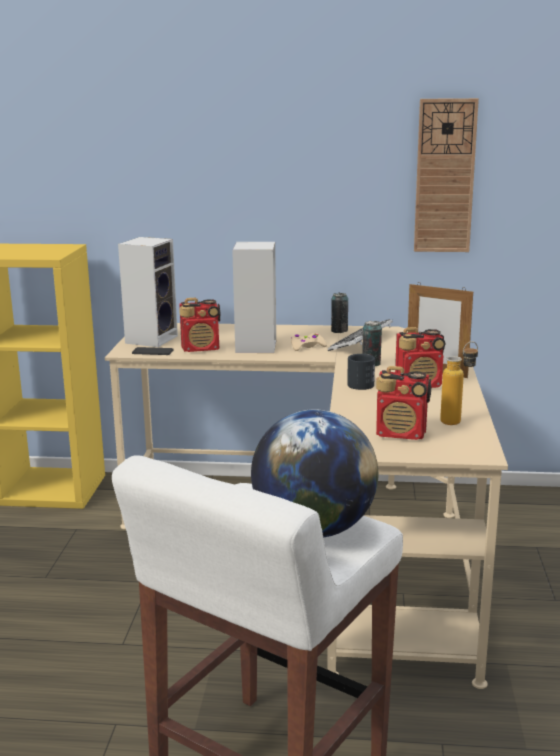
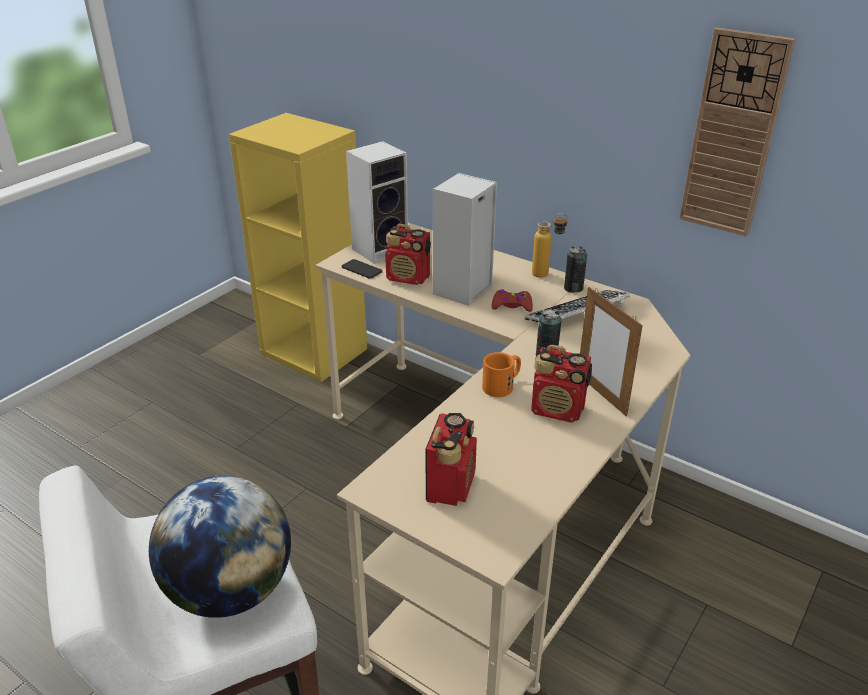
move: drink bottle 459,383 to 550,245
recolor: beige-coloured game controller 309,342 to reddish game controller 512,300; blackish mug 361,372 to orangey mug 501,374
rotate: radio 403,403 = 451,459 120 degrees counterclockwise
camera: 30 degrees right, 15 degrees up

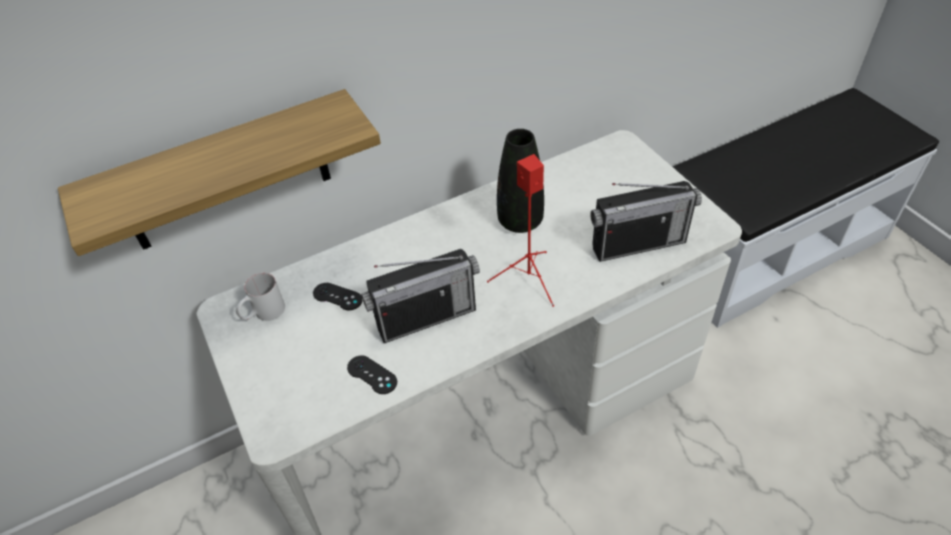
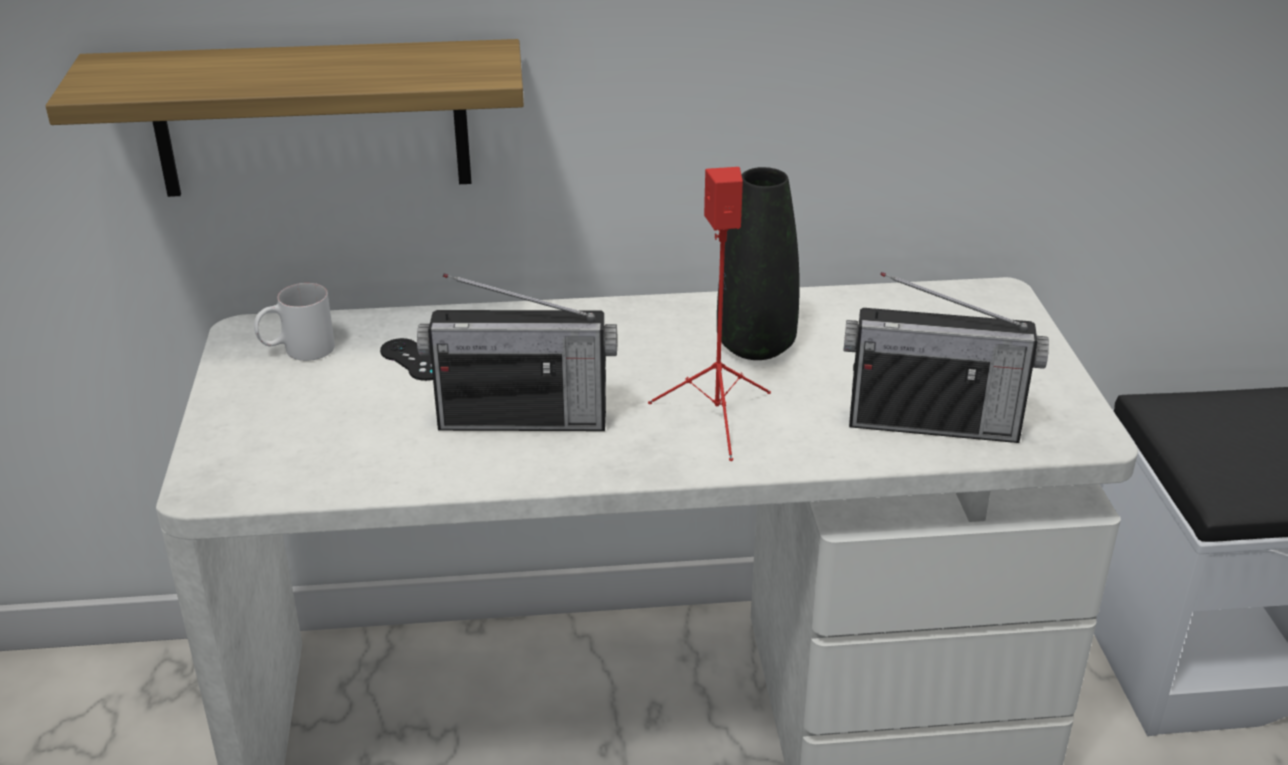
delete: blackish game controller 372,375
camera: 20 degrees right, 15 degrees down

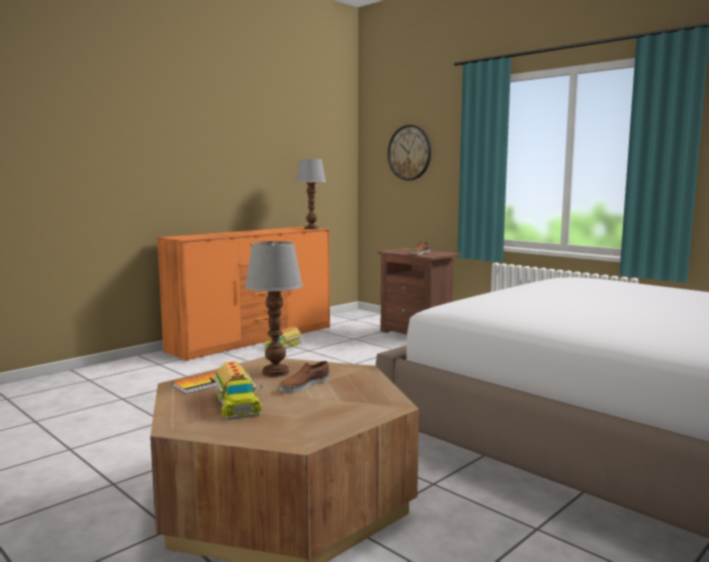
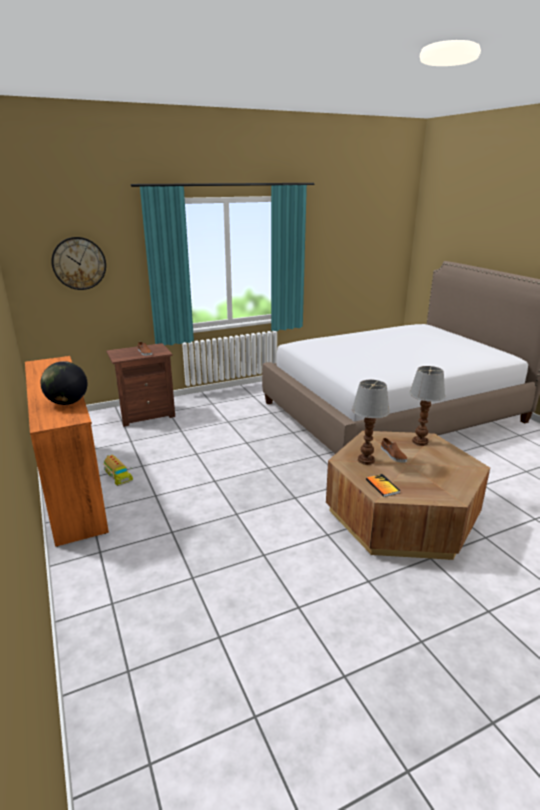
delete: model truck 238,390
insert: world globe 64,383
move: table lamp 311,194 to 427,406
camera: 70 degrees left, 15 degrees up

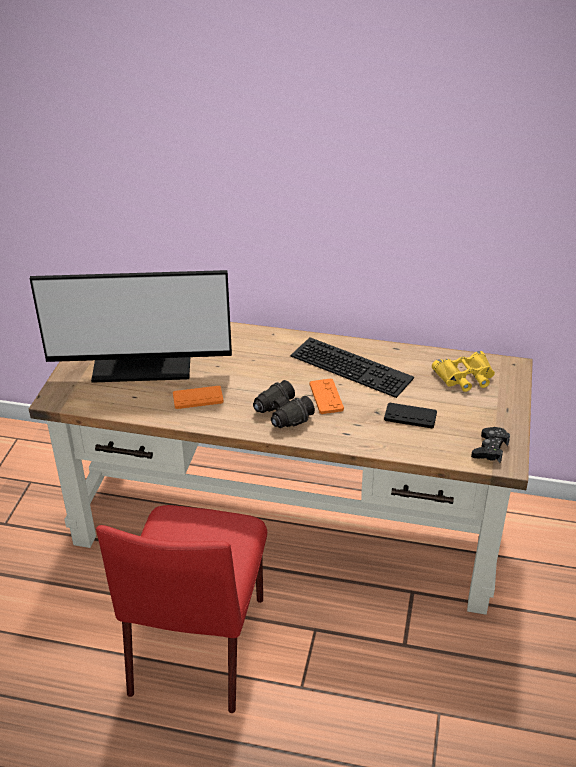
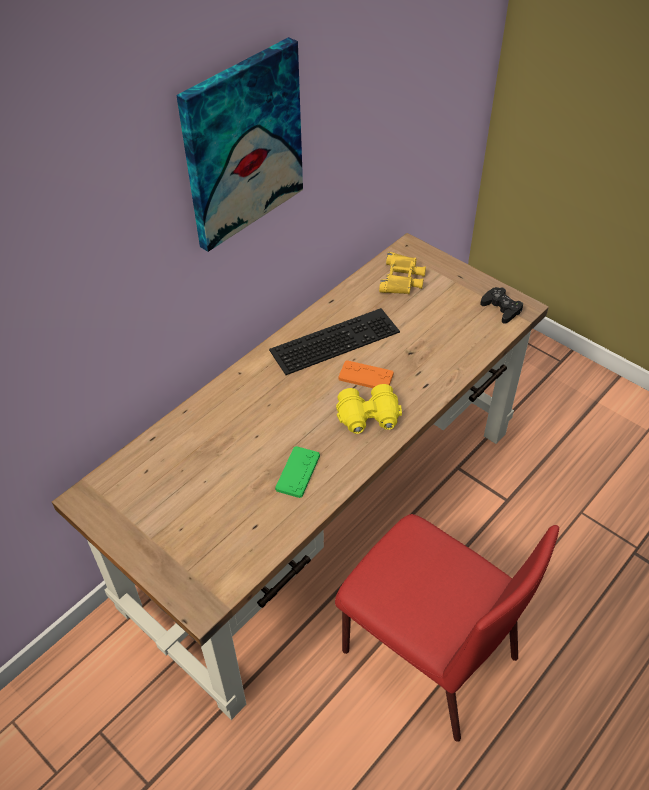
delete: computer screen 131,326; blackish game controller 410,415
insert: wall art 239,144
recolor: orangey game controller 198,397 to green game controller 297,472; blackish field glasses 284,404 to yellow field glasses 369,409
camera: 60 degrees left, 10 degrees up

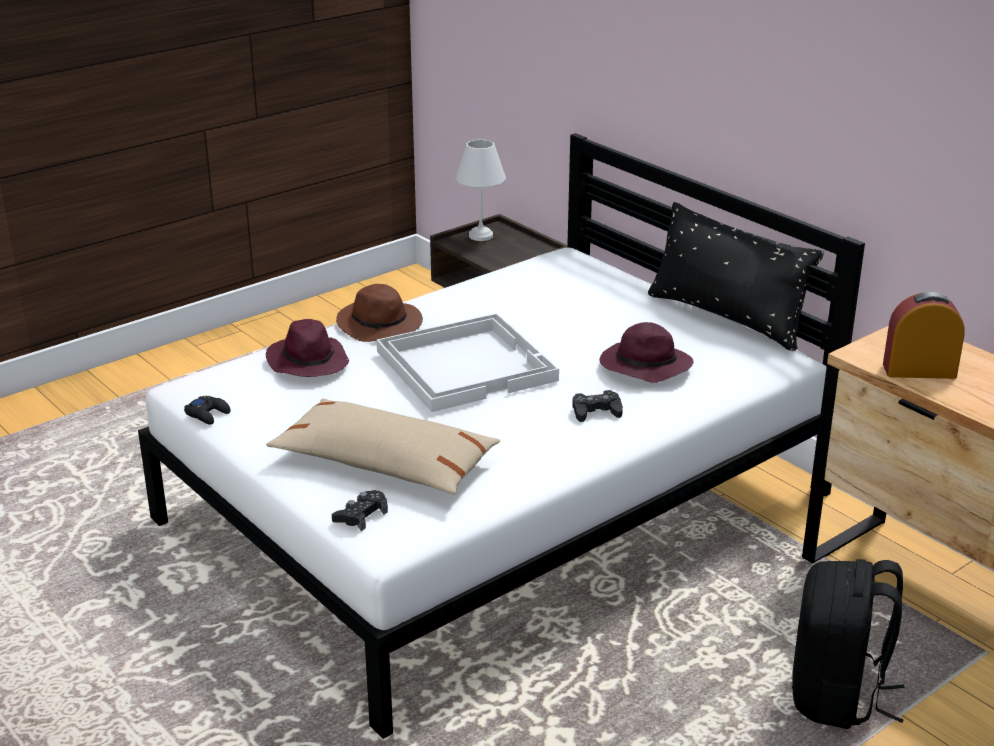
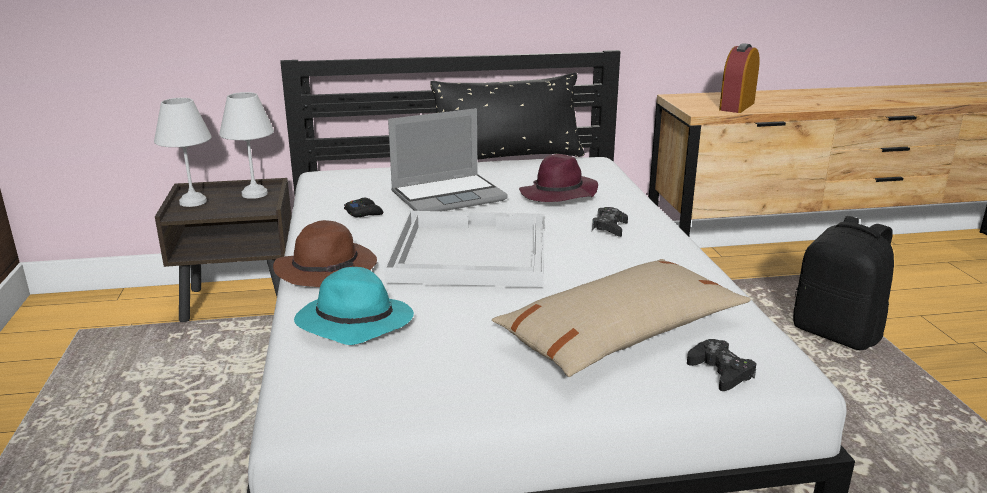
insert: whitish table lamp 246,145; laptop 448,159
move: blackish game controller 207,410 to 363,207
recolor: purplish hat 307,348 to blue-green hat 354,306
camera: 60 degrees left, 5 degrees down

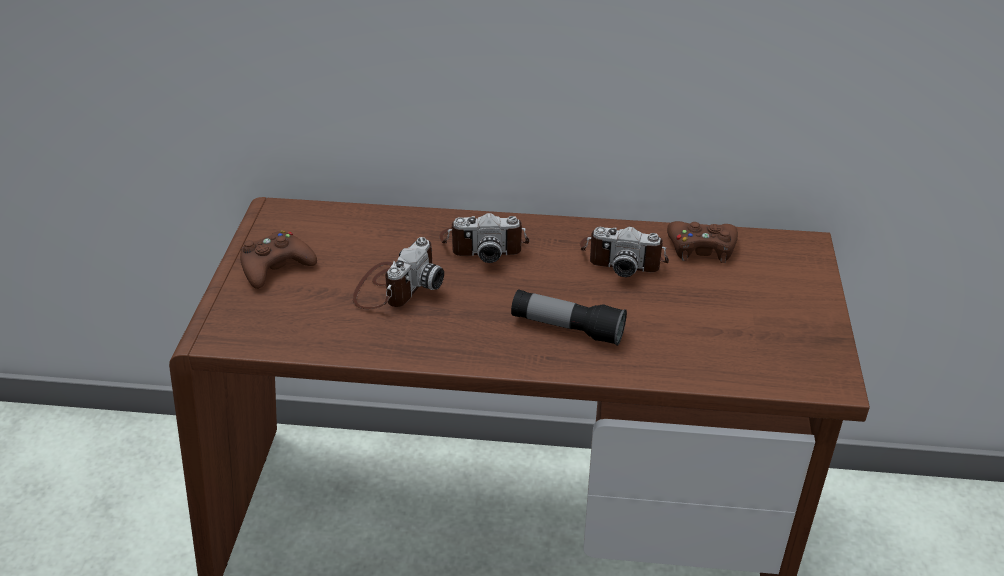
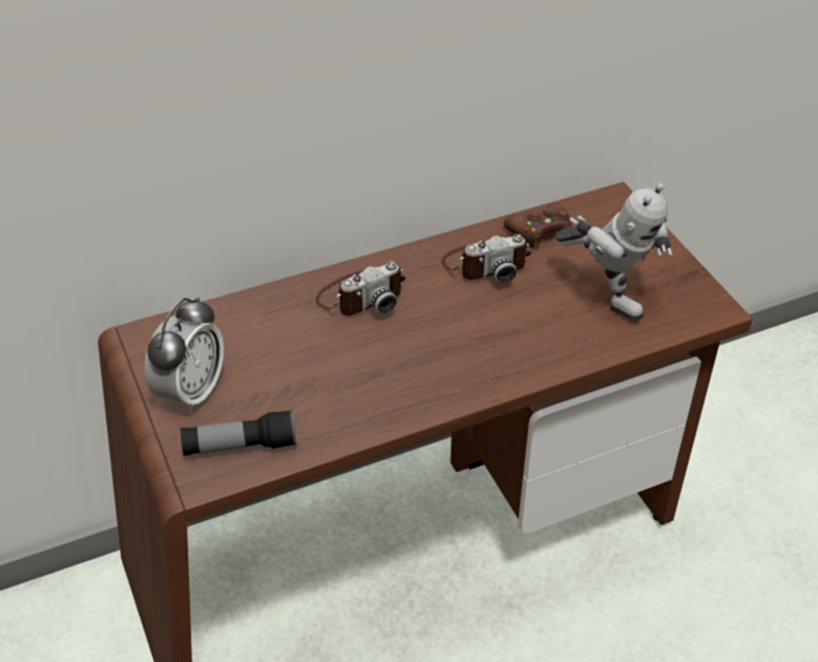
delete: photo camera 398,273
insert: model robot 614,252
move: torch 569,317 to 238,432
replace: brownish game controller 278,259 to alarm clock 184,355
camera: 30 degrees left, 5 degrees up

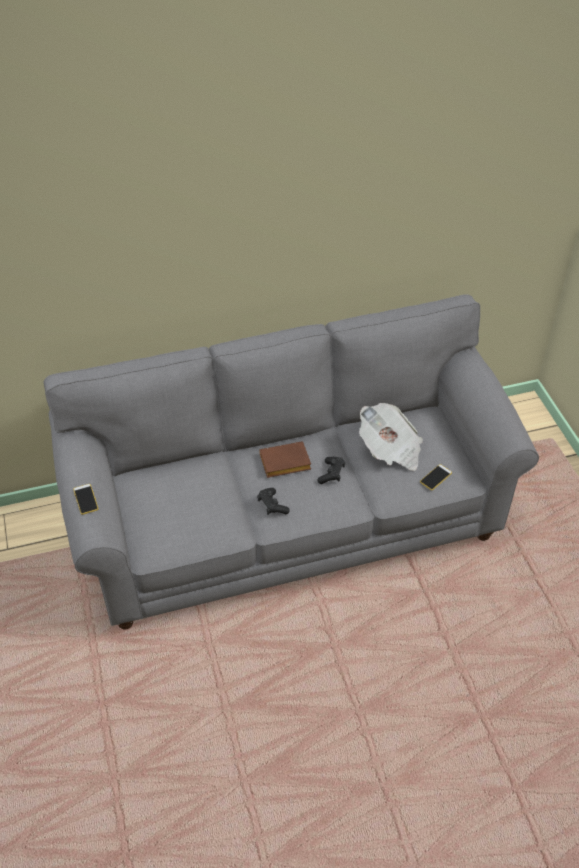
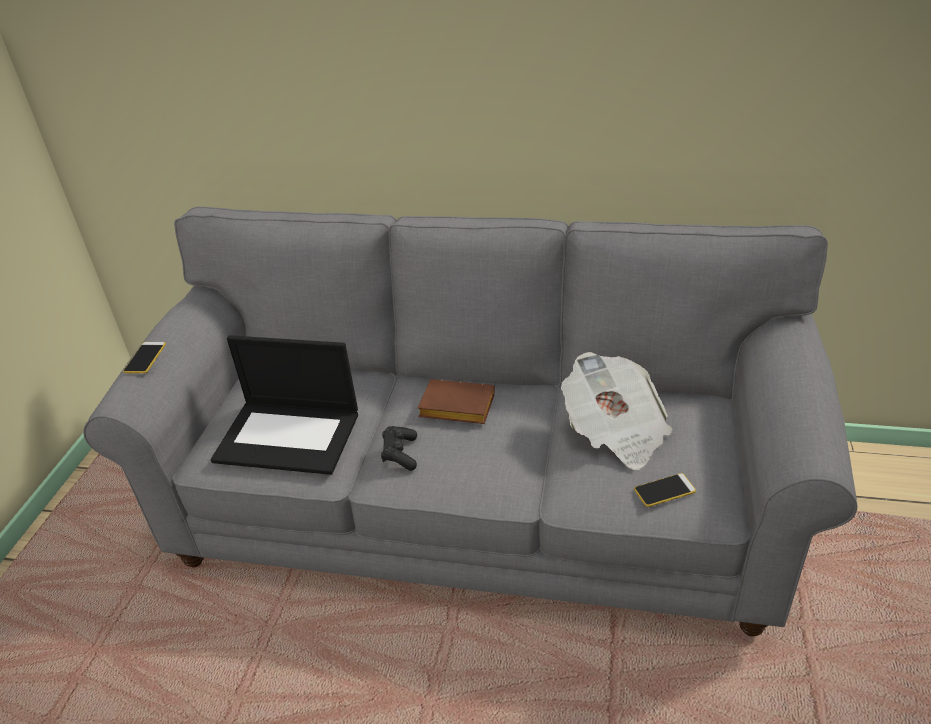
delete: blackish game controller 331,470
insert: laptop 284,405
camera: 30 degrees right, 10 degrees down

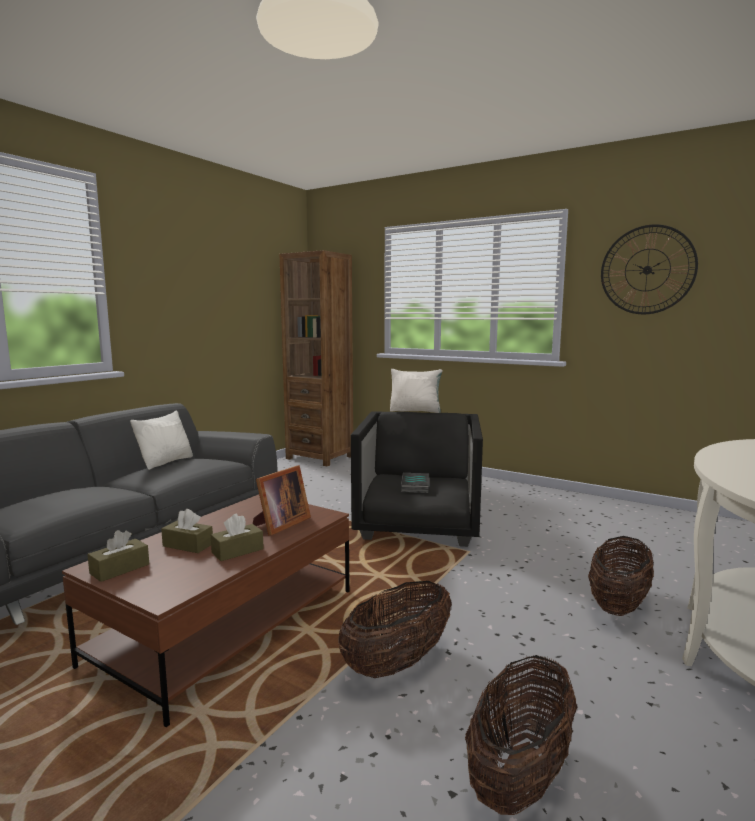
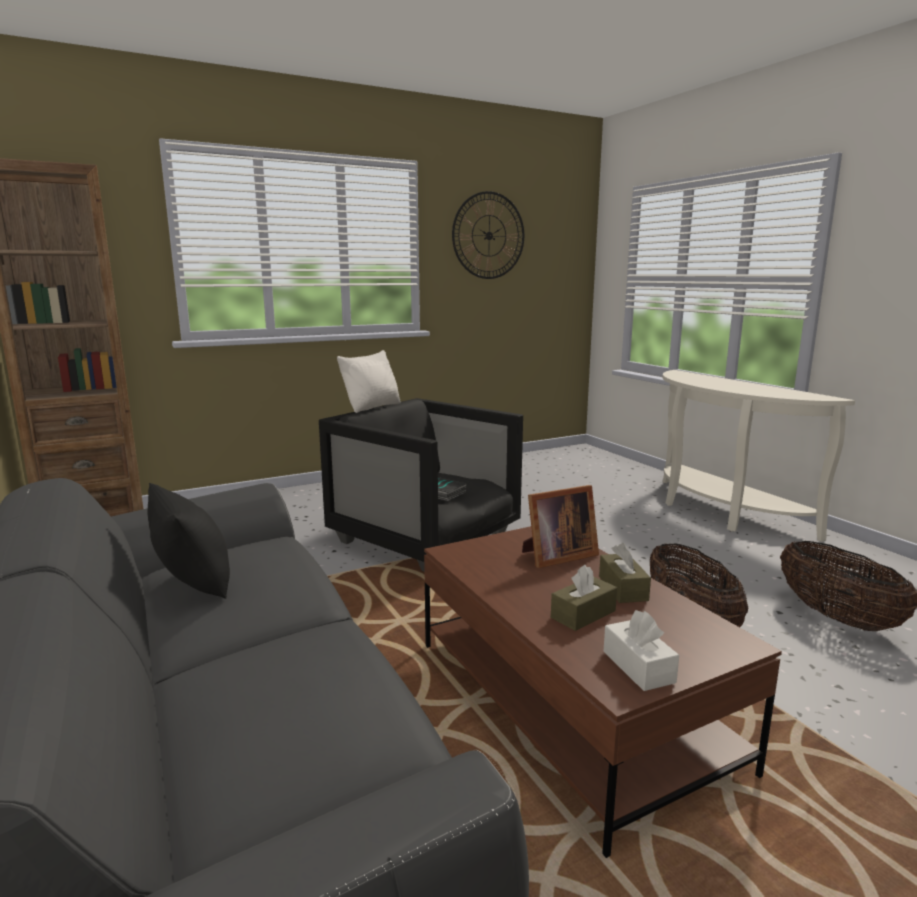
delete: storage basket 621,576
recolor: brownish tissue box 118,556 to whitish tissue box 641,650; whitish pillow 161,440 to blackish pillow 188,541
rotate: standing frame 281,500 = 560,526 90 degrees clockwise
camera: 60 degrees left, 5 degrees up

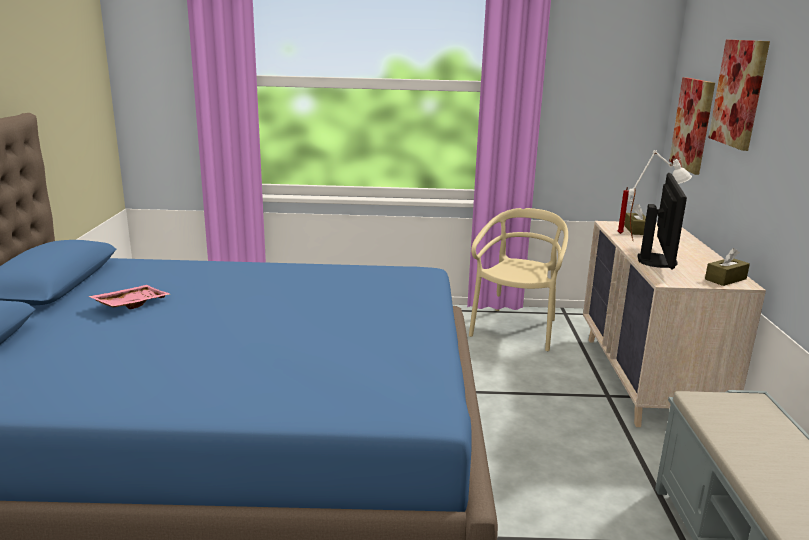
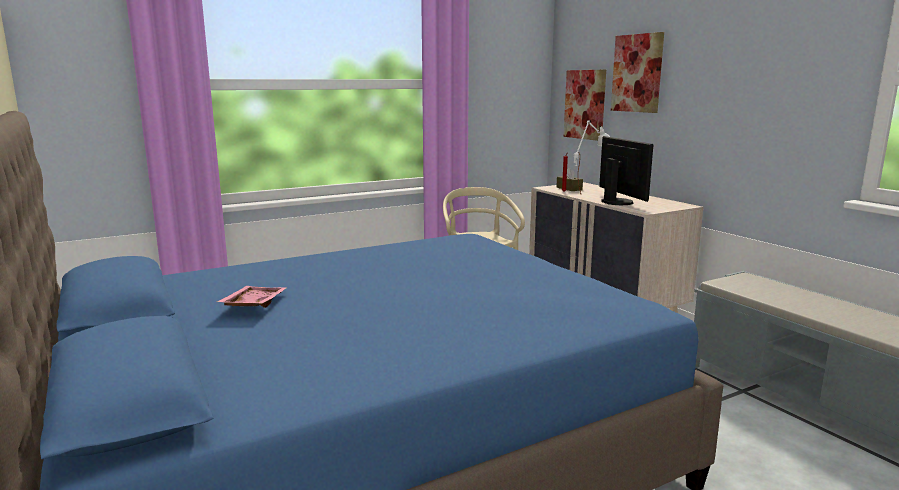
delete: brownish tissue box 727,267
camera: 30 degrees left, 5 degrees down

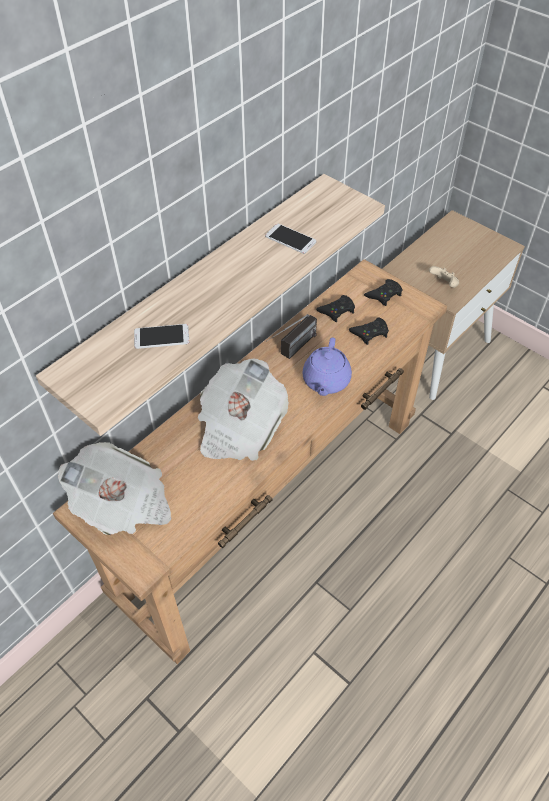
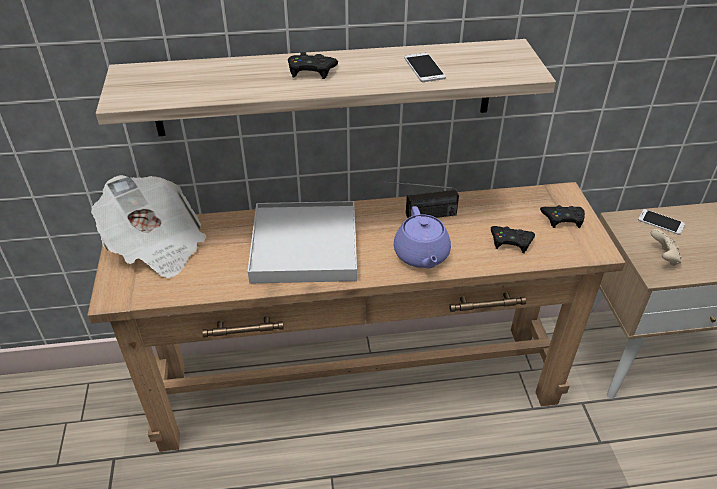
move: phone 161,336 to 661,222; blackish game controller 335,308 to 313,65
replace: newspaper 243,409 to whitish carrying tray 302,242
rotate: purplish teapot 327,367 = 422,237 60 degrees counterclockwise
camera: 40 degrees right, 10 degrees down

